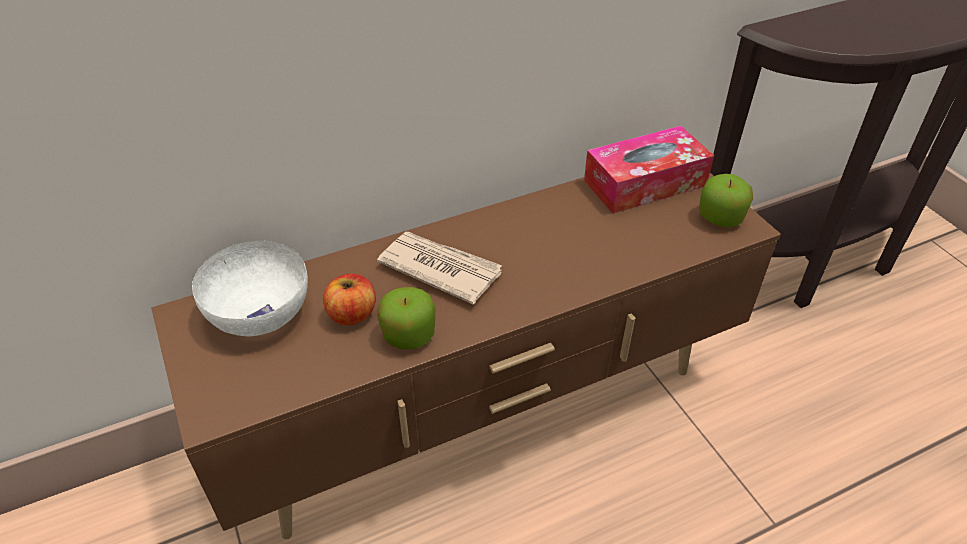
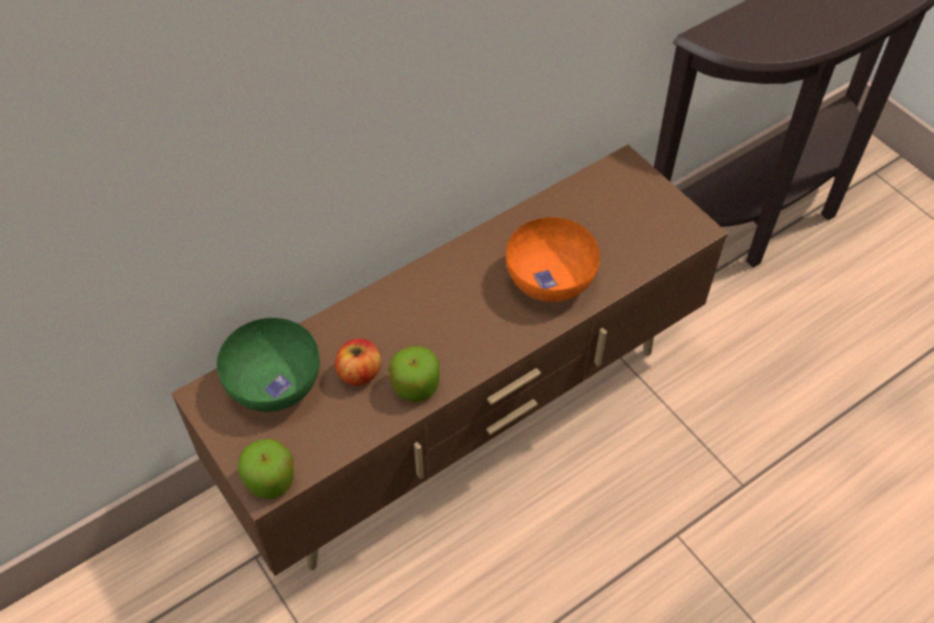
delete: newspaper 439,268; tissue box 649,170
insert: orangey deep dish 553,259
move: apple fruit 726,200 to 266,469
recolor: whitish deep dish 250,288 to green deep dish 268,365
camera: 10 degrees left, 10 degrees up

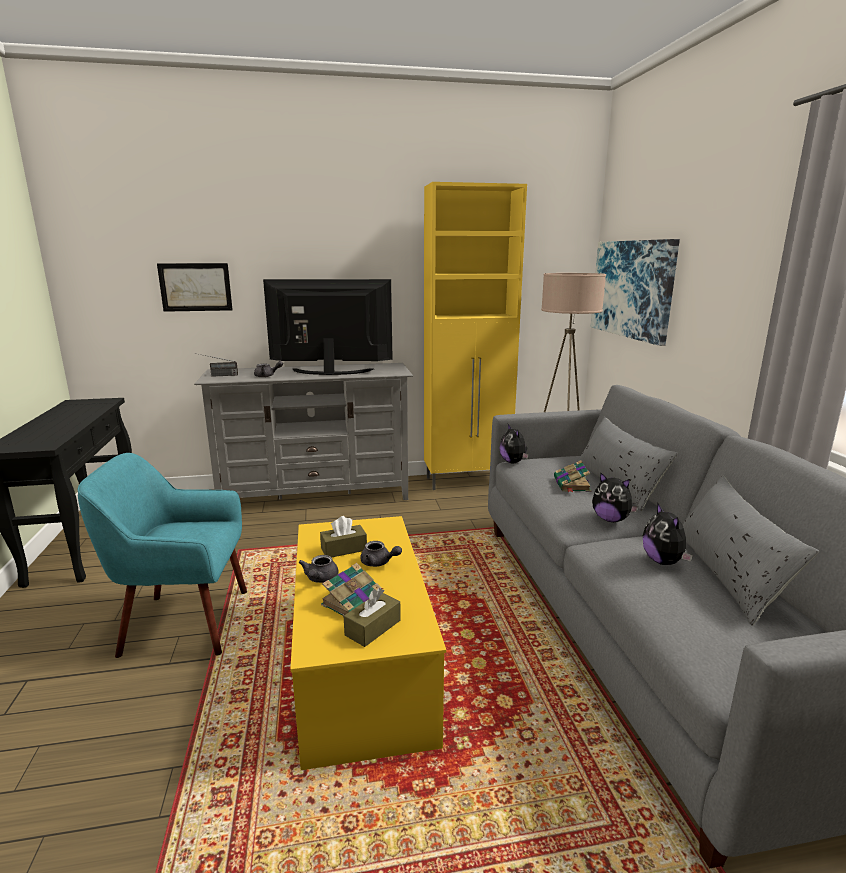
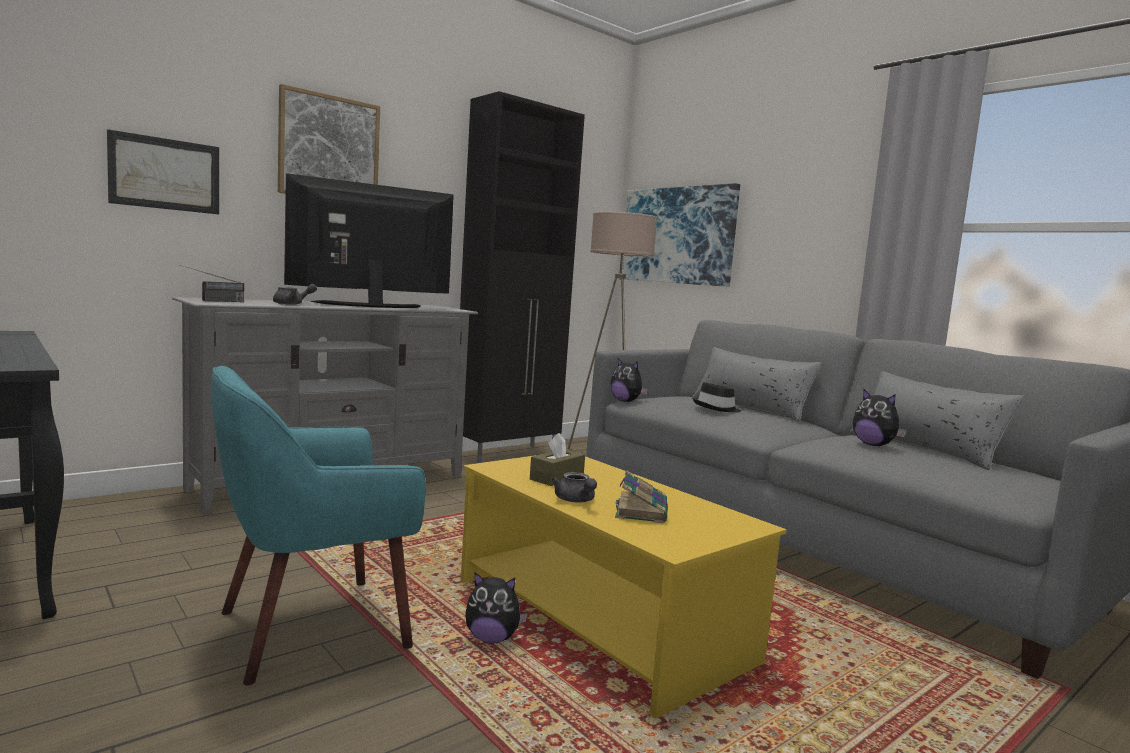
delete: brownish tissue box 372,617; grey teapot 381,554
insert: wall art 329,139
move: soft toy 615,497 to 496,608
replace: volume 572,476 to blackish hat 717,397
recolor: yellow cabinet 475,336 to blackish cabinet 522,277
camera: 30 degrees left, 10 degrees down

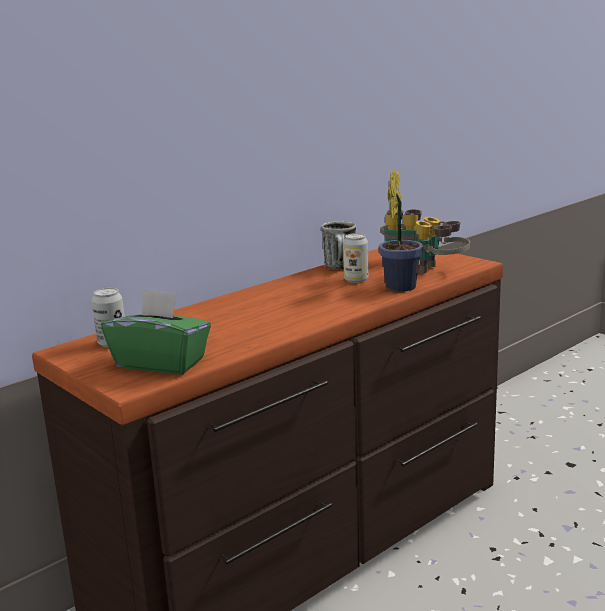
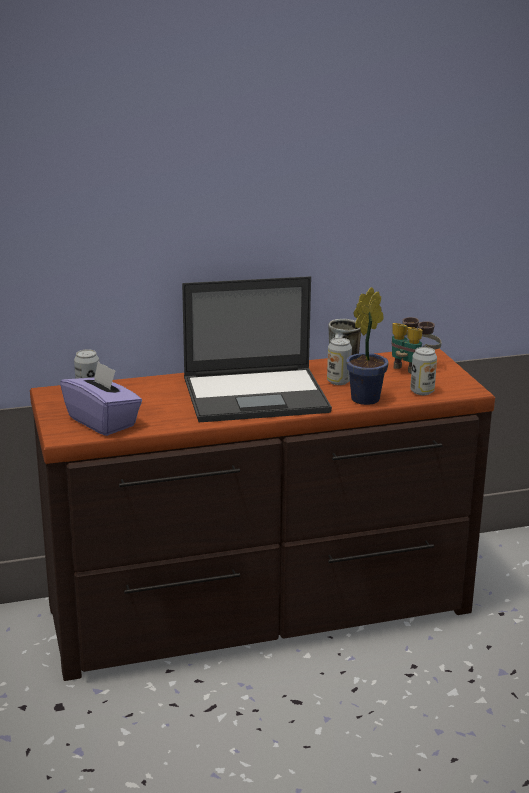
insert: laptop 257,349
replace: field glasses 443,245 to metal can 423,371
recolor: green tissue box 156,331 to purplish tissue box 101,398
camera: 25 degrees right, 5 degrees up

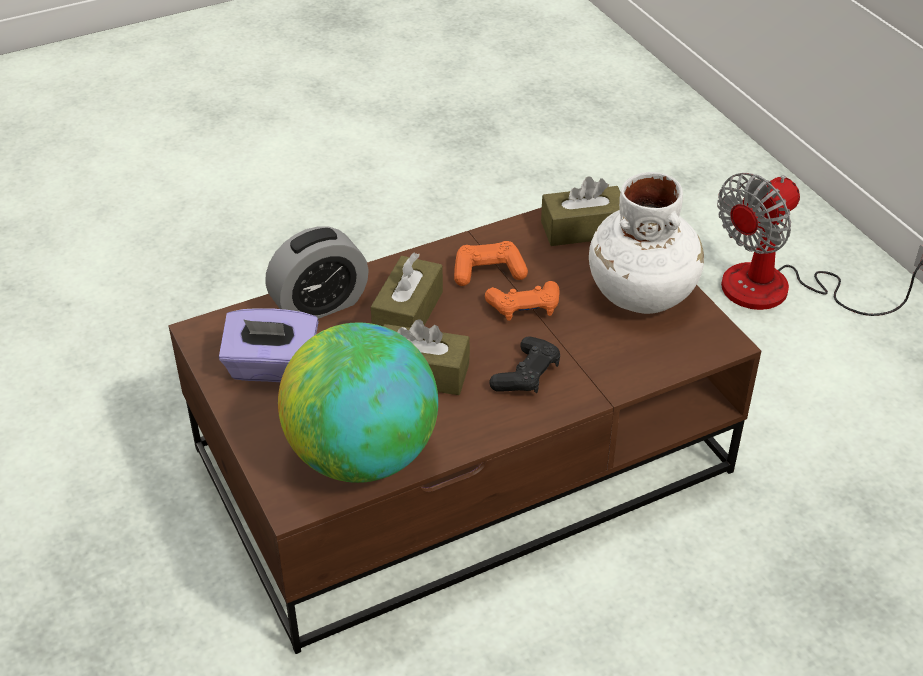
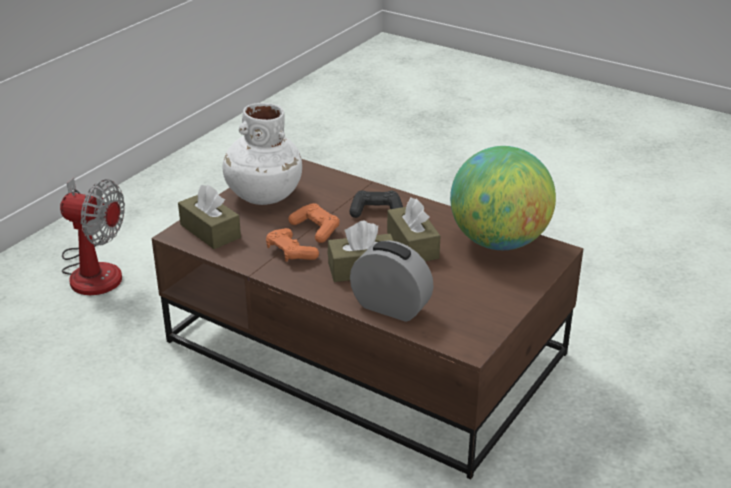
delete: purplish tissue box 269,345
camera: 120 degrees left, 10 degrees down

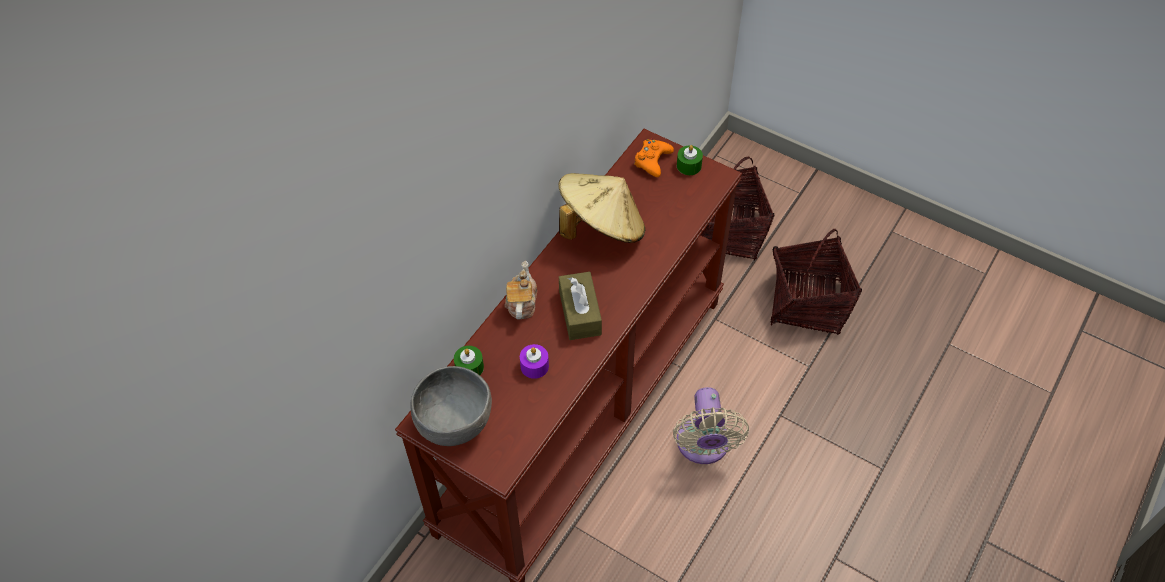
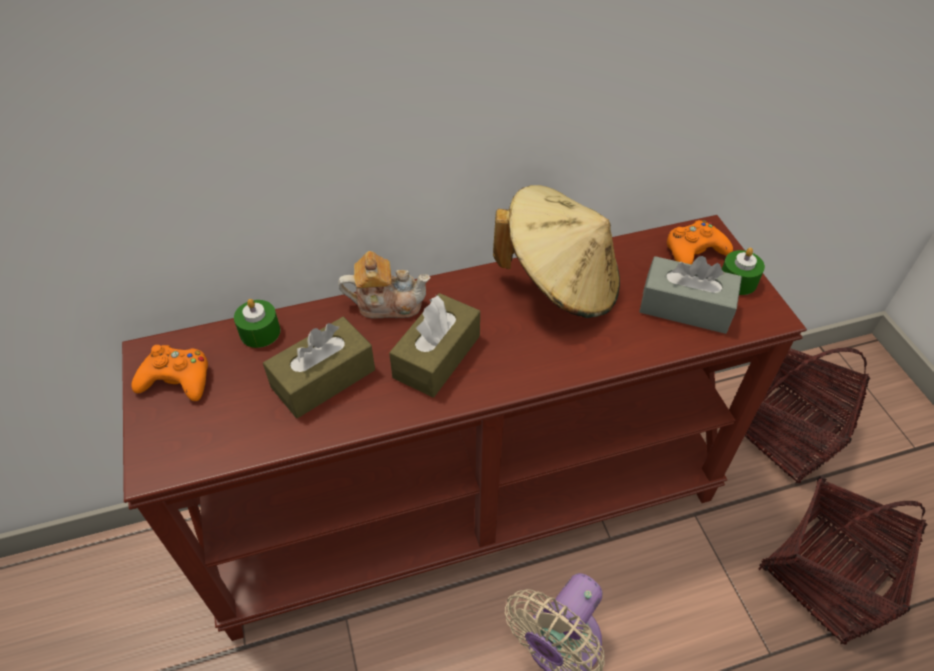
insert: grey tissue box 690,295
replace: grey deep dish 451,406 to orangey game controller 169,373; purplish wax candle 534,361 to brownish tissue box 319,367
rotate: teapot 521,290 = 384,285 45 degrees clockwise
camera: 40 degrees right, 5 degrees down

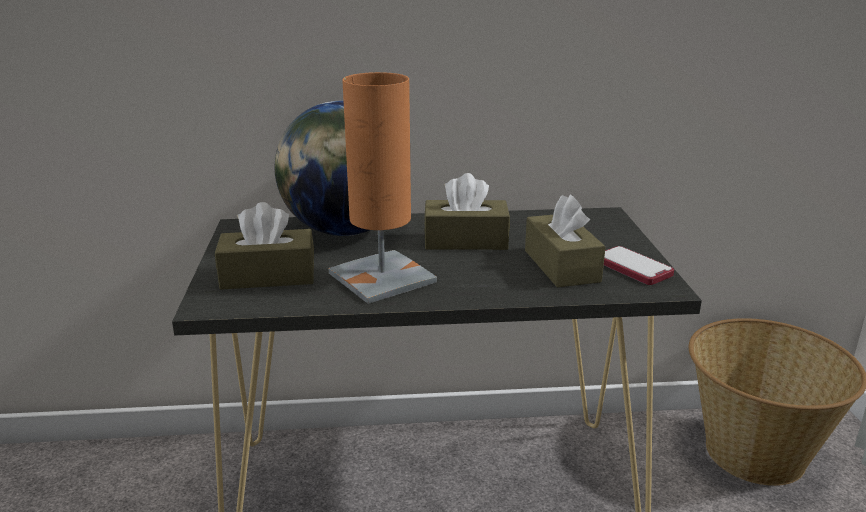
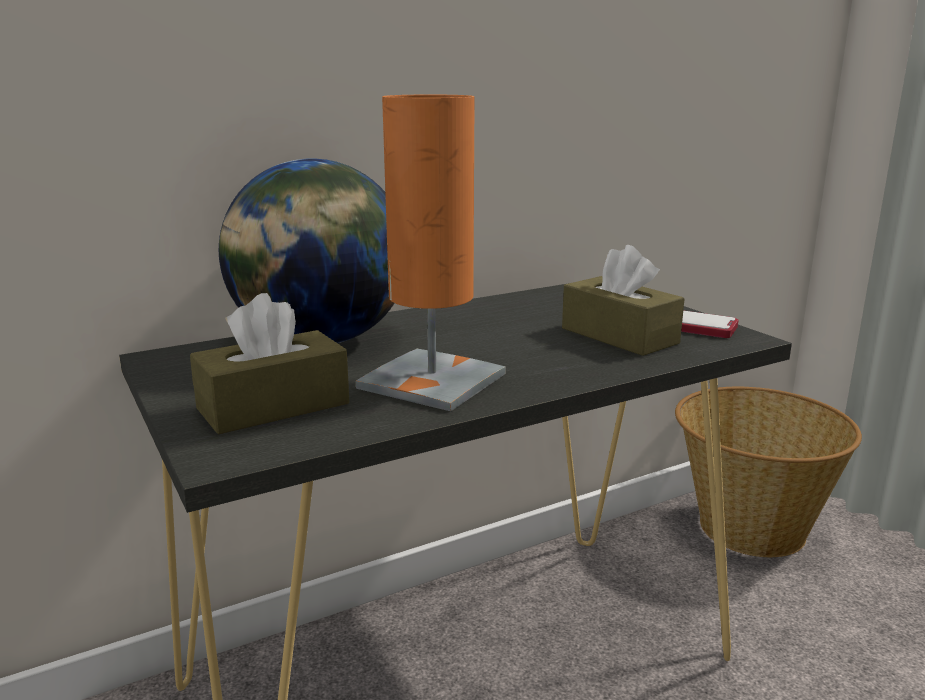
delete: brownish tissue box 467,211
camera: 25 degrees left, 5 degrees down

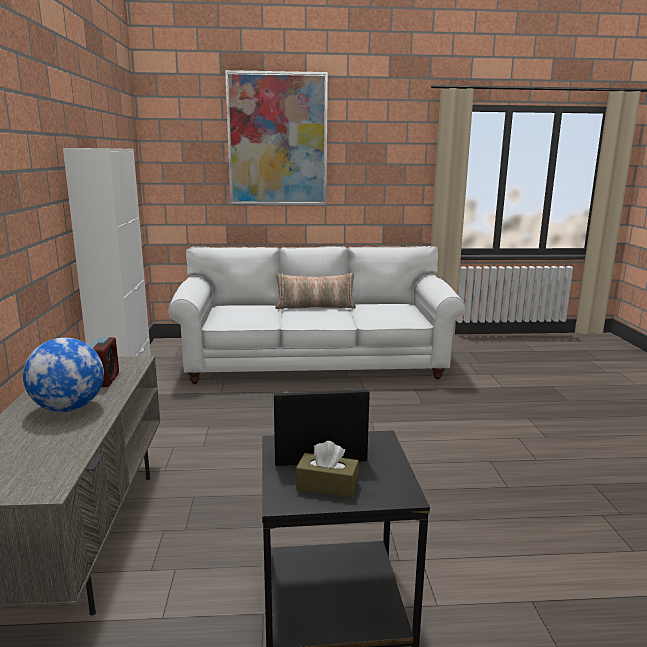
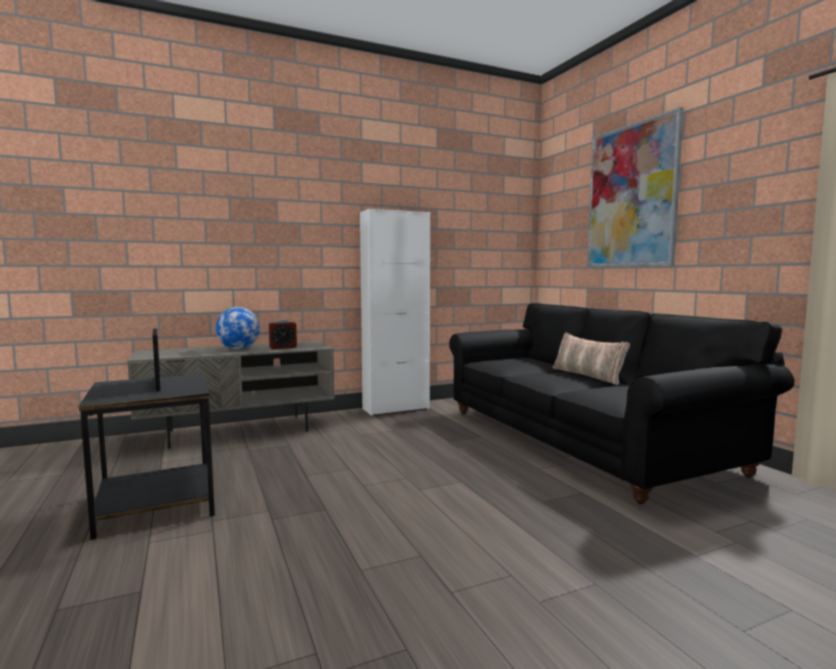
delete: brownish tissue box 327,469
recolor: whitish settee 317,315 to blackish settee 622,403
camera: 70 degrees right, 10 degrees down

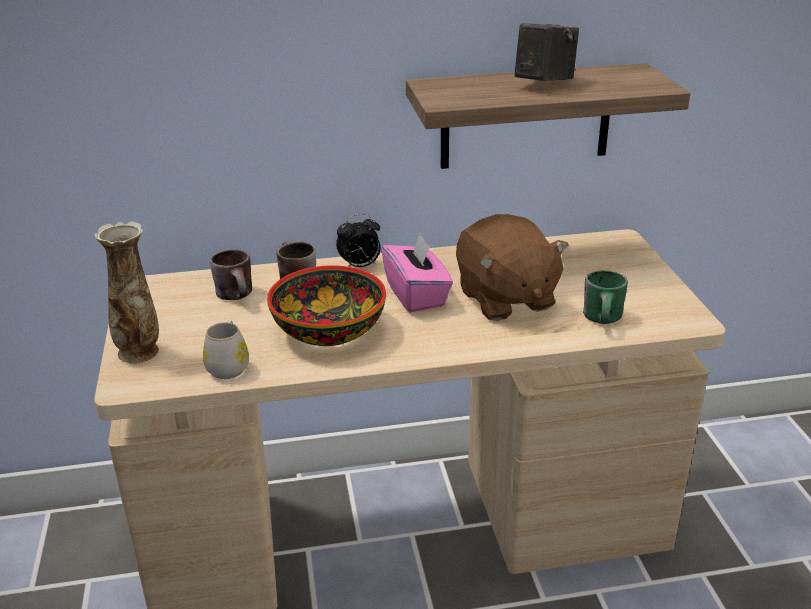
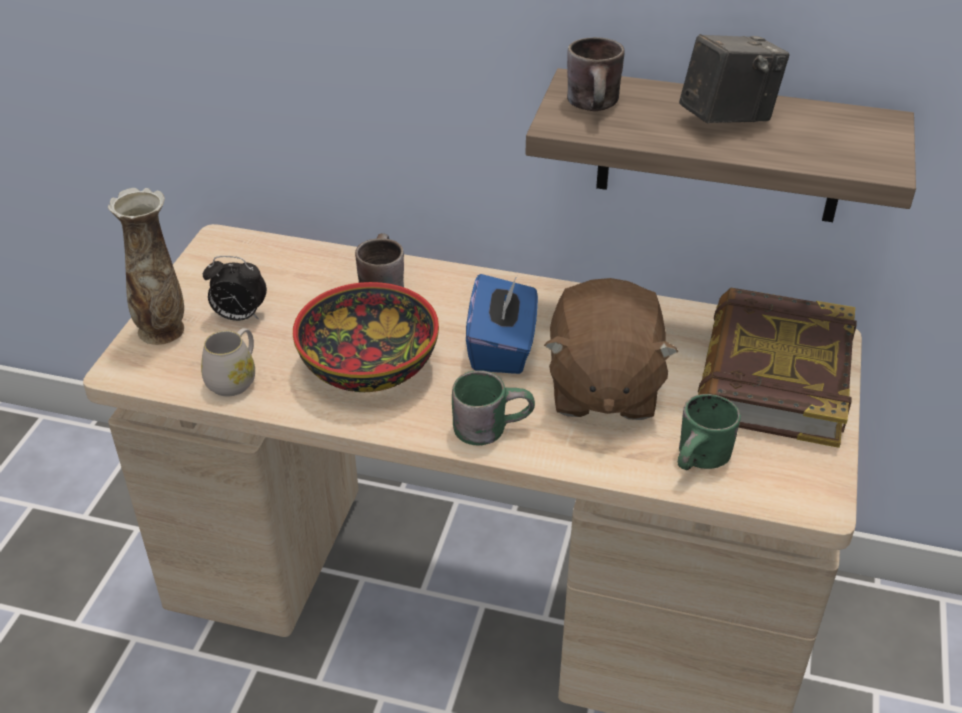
insert: green mug 493,408; volume 777,367
move: brownish mug 231,274 to 596,74; alarm clock 358,240 to 235,288
recolor: pinkish tissue box 417,273 to bluish tissue box 502,324
camera: 25 degrees right, 10 degrees up

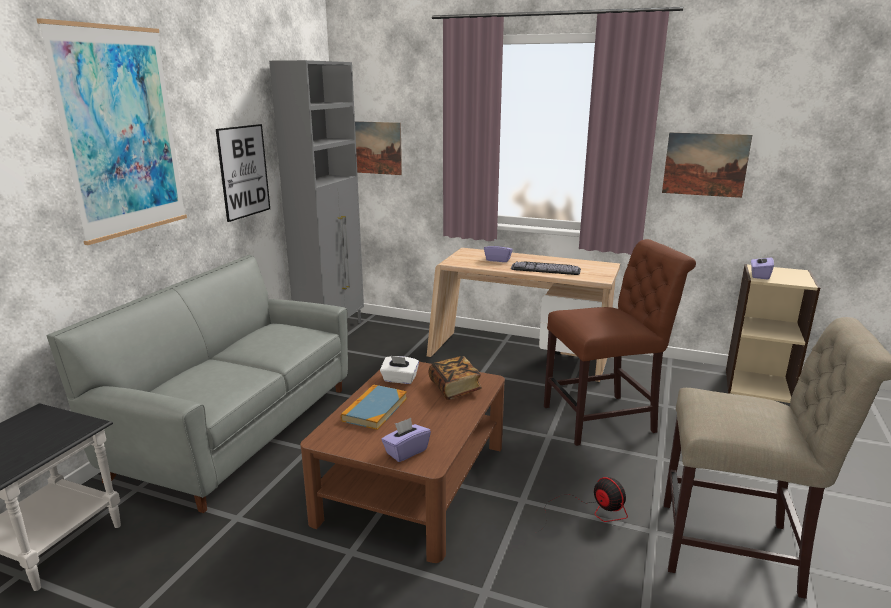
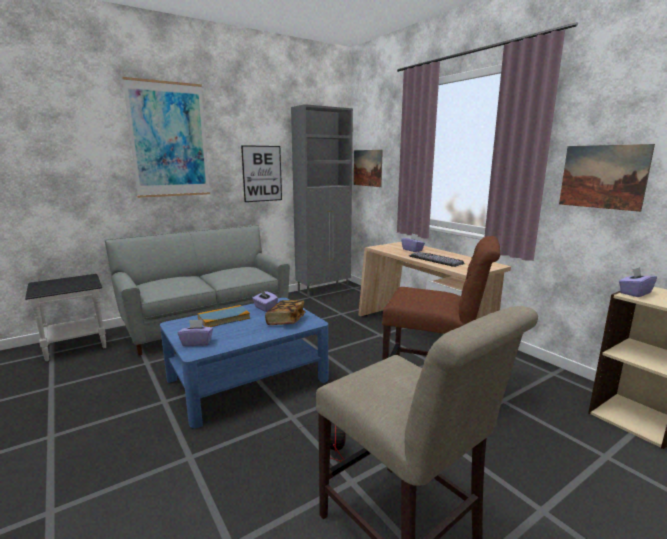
recolor: brownish lounge table 402,462 to bluish lounge table 244,363; whitish tissue box 399,370 to purplish tissue box 265,301
camera: 35 degrees right, 5 degrees down

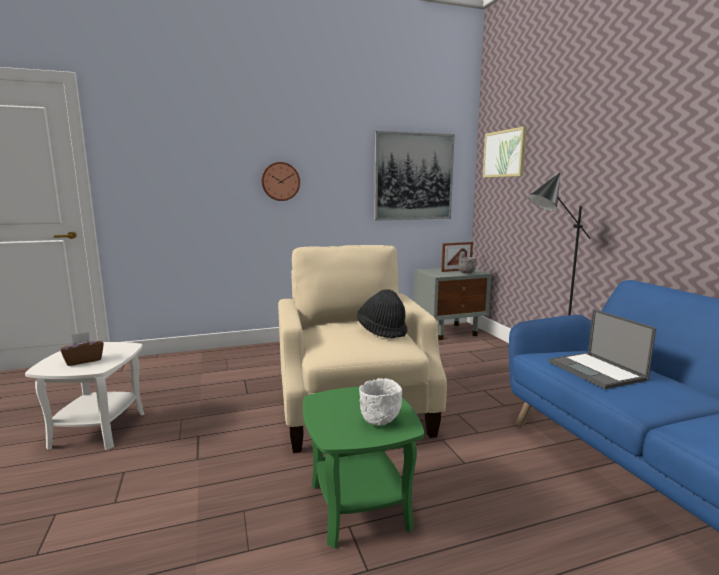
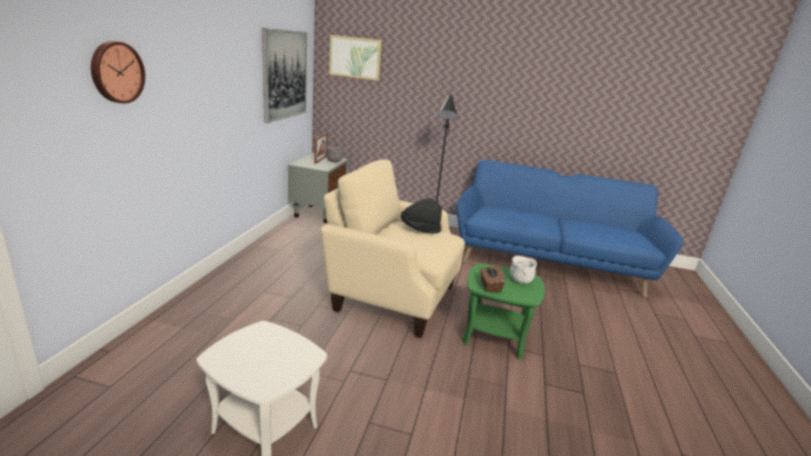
delete: laptop 602,349
move: brownish tissue box 82,349 to 492,278; hanging clock 280,181 to 118,72
camera: 60 degrees left, 10 degrees up

